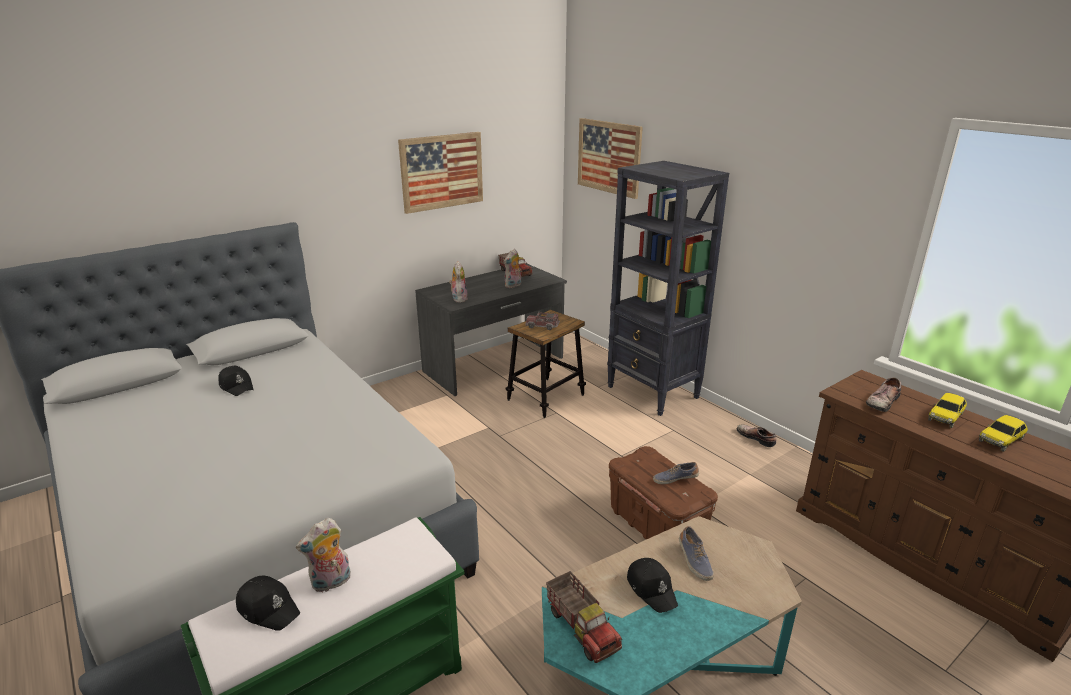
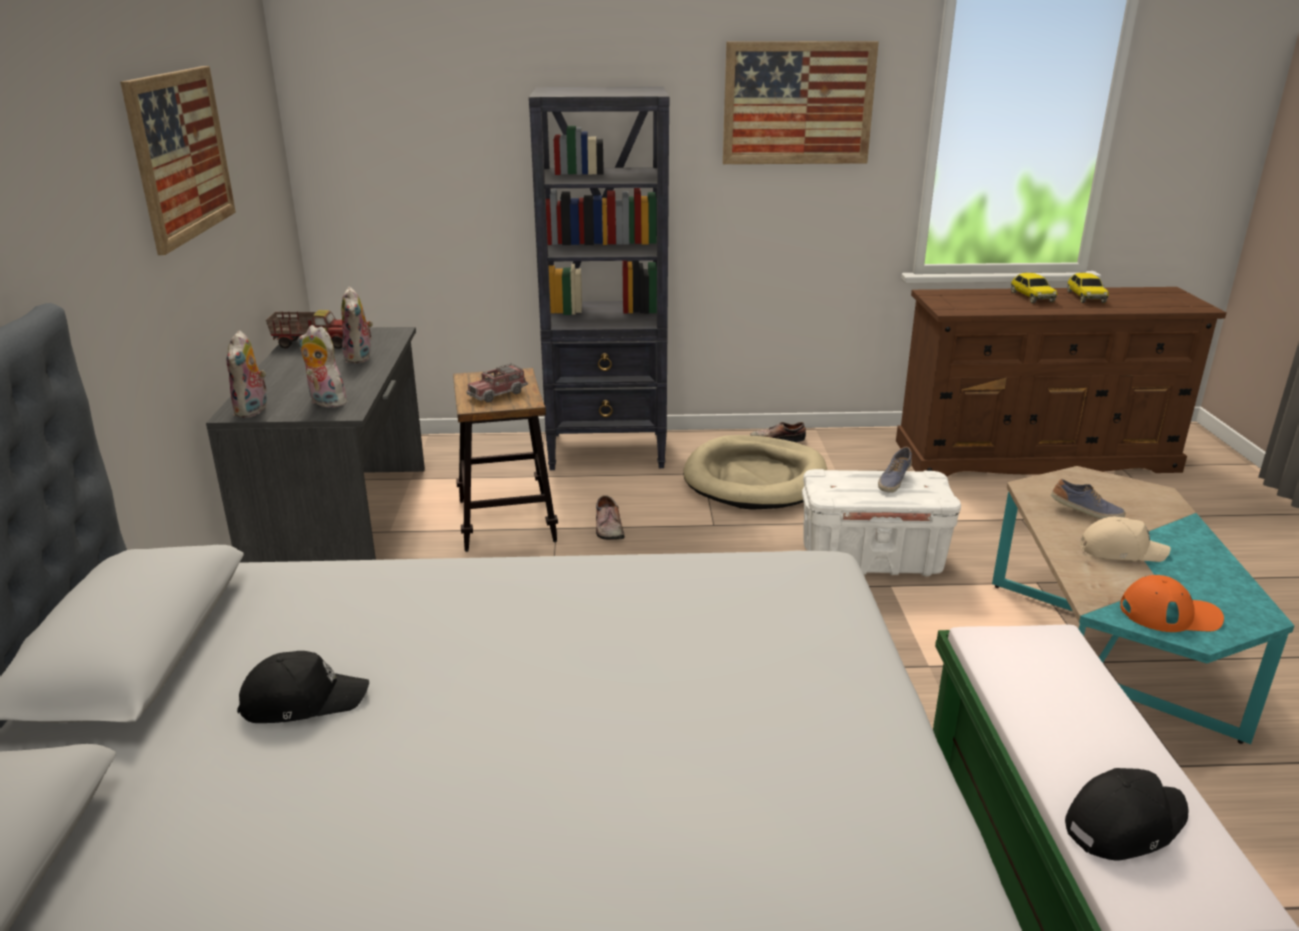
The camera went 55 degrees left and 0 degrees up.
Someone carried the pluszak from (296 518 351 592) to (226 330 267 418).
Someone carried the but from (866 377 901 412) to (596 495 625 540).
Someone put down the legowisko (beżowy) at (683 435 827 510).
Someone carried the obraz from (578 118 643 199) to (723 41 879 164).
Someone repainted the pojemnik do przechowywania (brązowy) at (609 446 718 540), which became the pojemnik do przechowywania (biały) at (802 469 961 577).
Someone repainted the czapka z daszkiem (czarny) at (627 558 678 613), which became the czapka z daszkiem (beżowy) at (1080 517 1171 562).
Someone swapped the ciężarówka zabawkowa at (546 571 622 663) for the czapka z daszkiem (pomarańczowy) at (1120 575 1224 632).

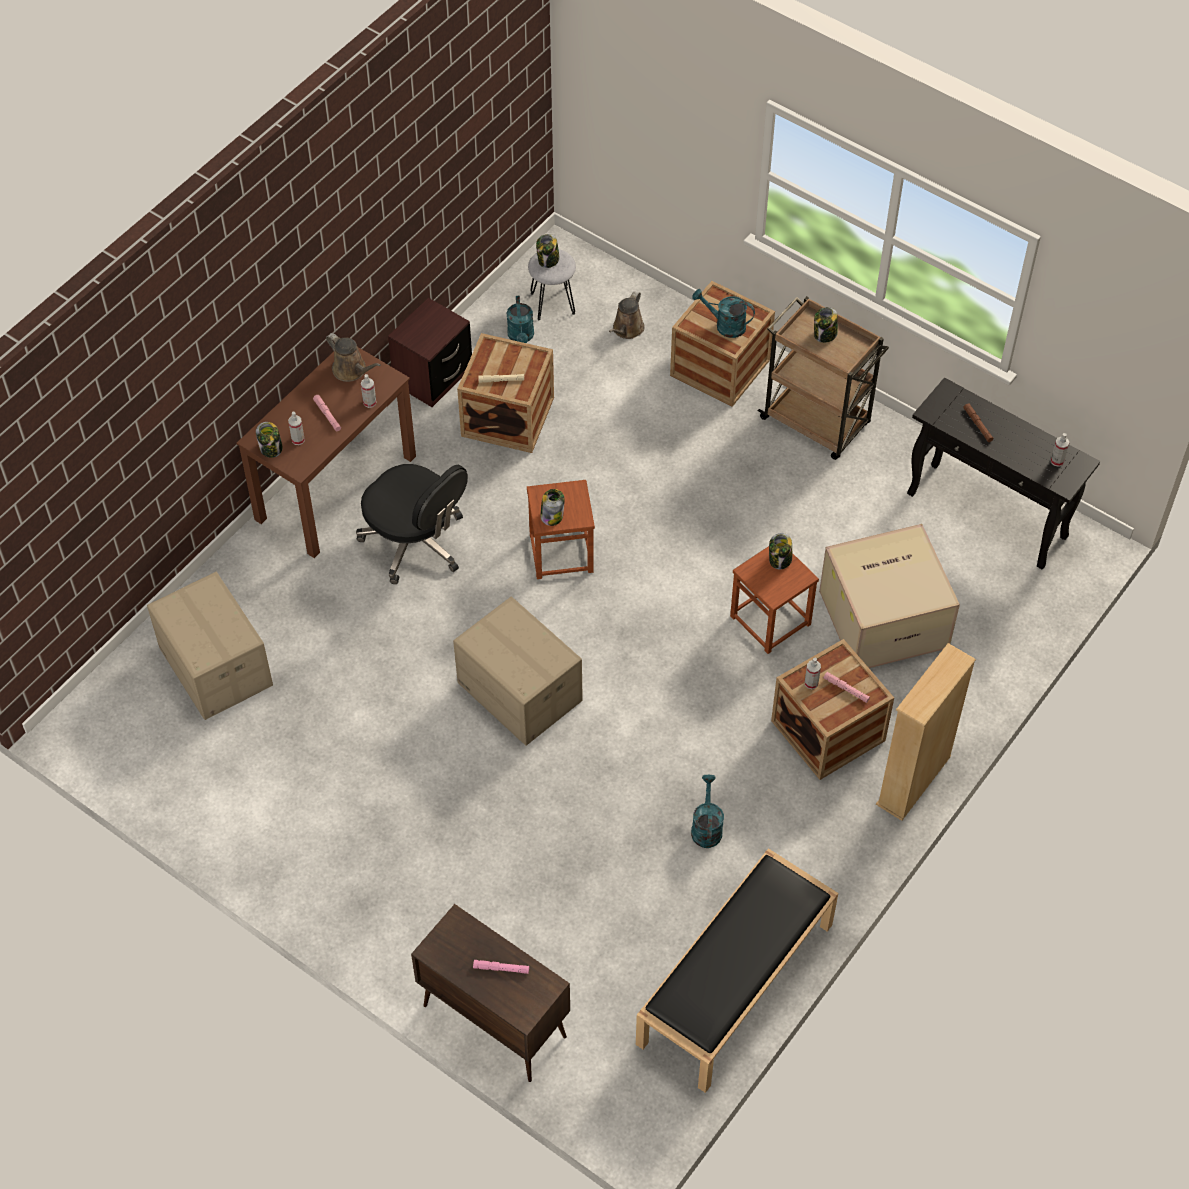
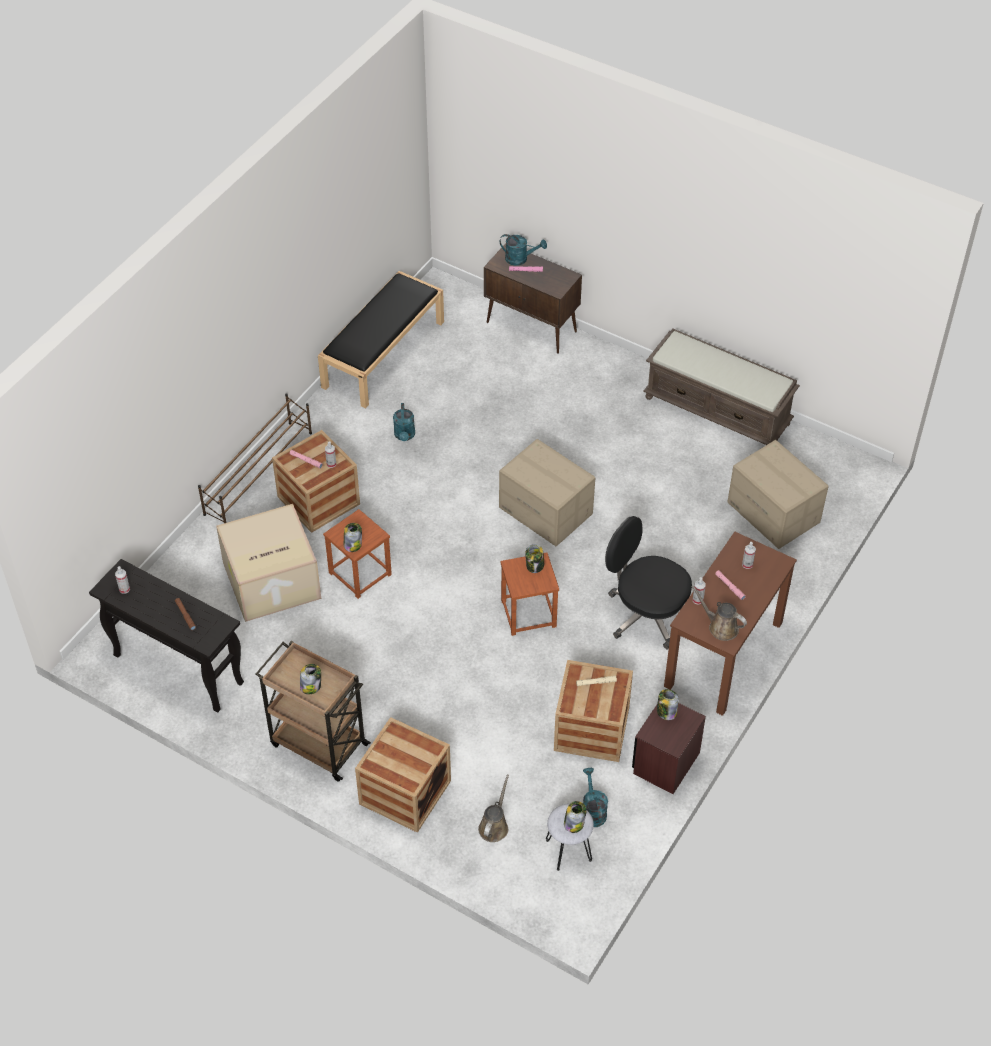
The camera went 175 degrees right and 5 degrees down.
Someone swapped the regał (beżowy) at (876 643 976 821) for the regał na buty (brązowy) at (198 394 312 523).
Someone carried the konewka (turkusowy) from (692 289 755 338) to (500 234 547 266).
Someone put down the ławka (brązowy) at (643 329 800 445).
Someone carried the słoik from (256 422 283 458) to (657 689 679 720).

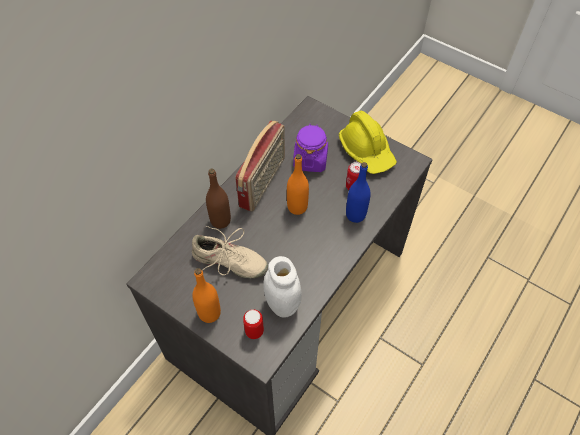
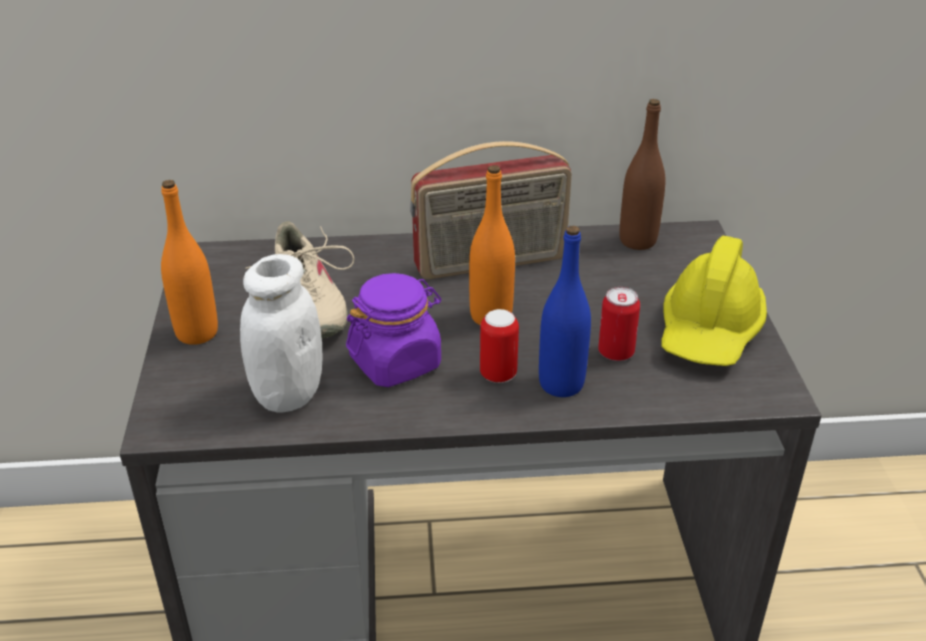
The camera went 50 degrees right and 20 degrees down.
Someone carried the słoik (fioletowy) from (293 124 328 172) to (346 273 441 387).
Someone carried the puszka from (243 309 264 339) to (480 309 519 383).
Someone carried the butelka (brązowy) from (206 168 231 229) to (620 99 666 250).

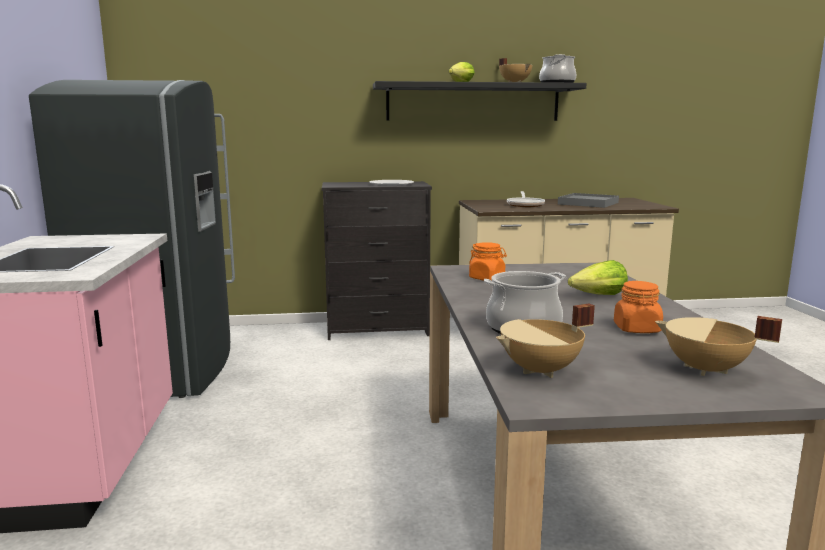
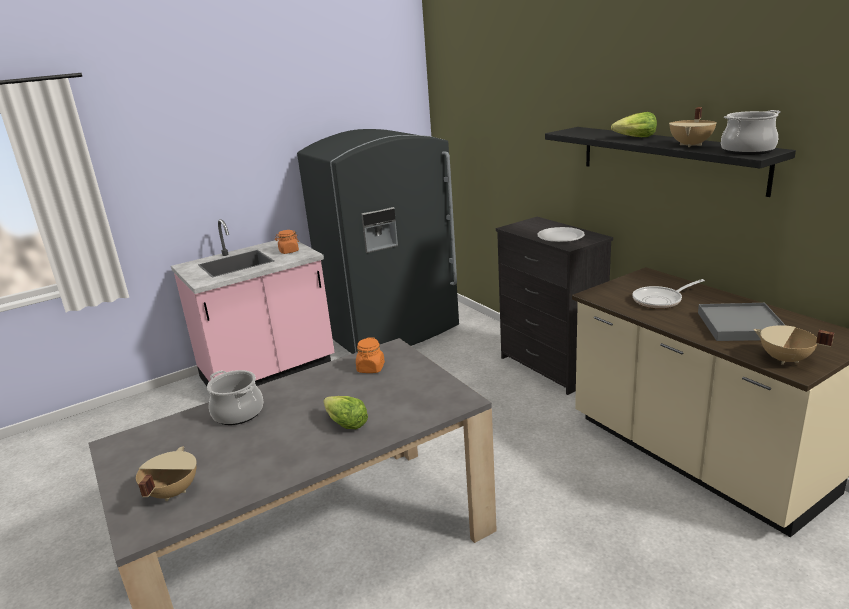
The camera went 65 degrees right and 10 degrees up.
Someone carried the słoik (pomarańczowy) from (614 281 663 333) to (275 230 299 254).
Someone carried the garnek (beżowy) from (496 304 595 378) to (754 325 834 365).

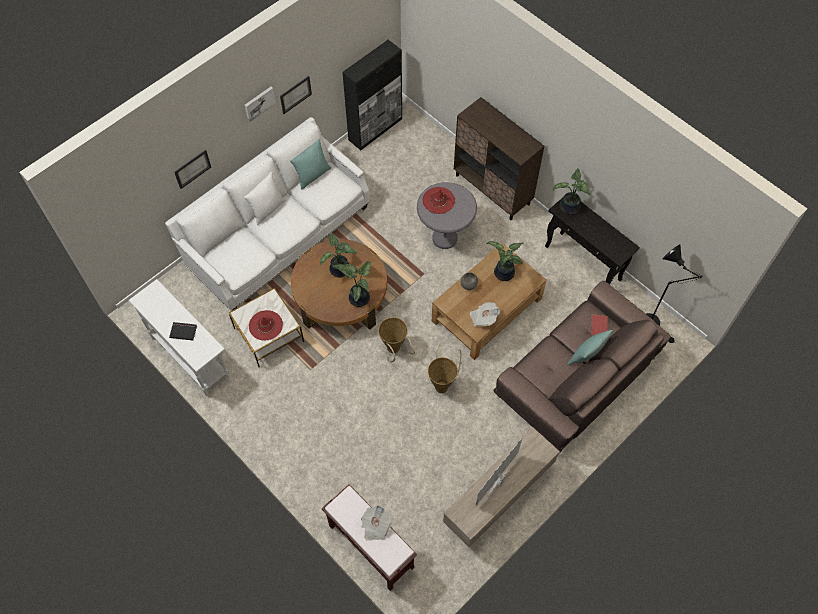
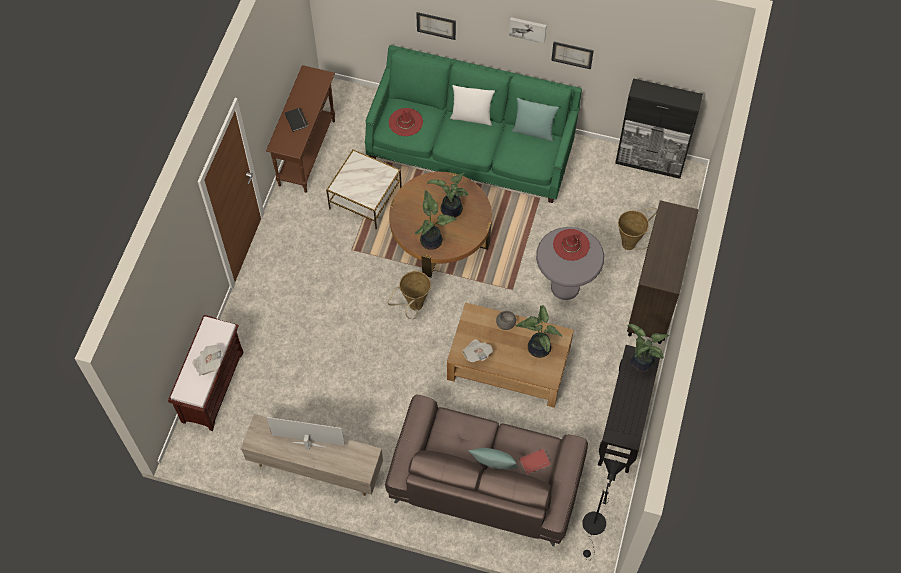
The camera went 60 degrees right and 0 degrees up.
Someone repainted the stolik konsolowy (biały) at (129 279 230 396), which became the stolik konsolowy (brązowy) at (266 65 335 193).
Someone repainted the kanapa (biały) at (165 117 370 310), which became the kanapa (zielony) at (365 45 582 203).
Someone carried the kapelusz (czerwony) from (249 310 283 340) to (389 108 423 136).
Someone carried the koszyk from (428 344 461 393) to (618 208 657 250).

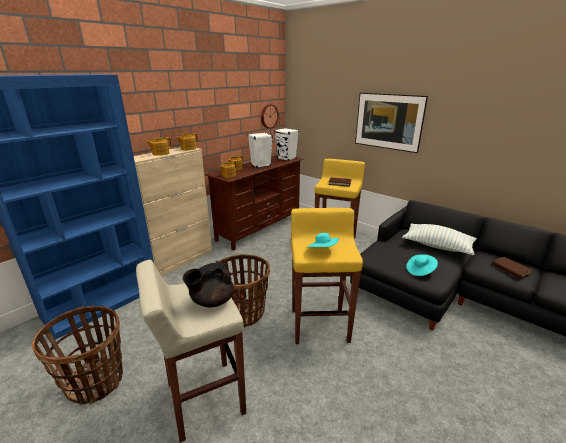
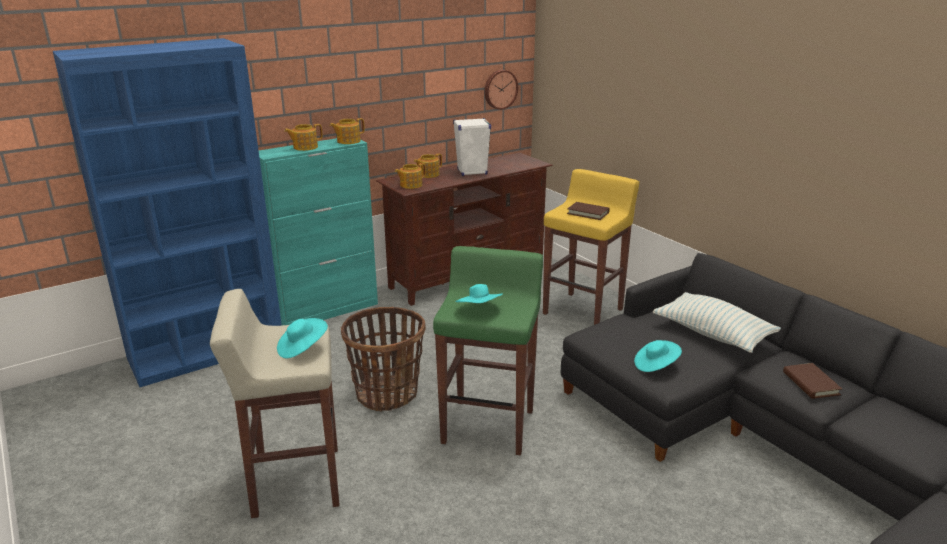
The camera went 15 degrees right and 0 degrees up.
Someone repainted the szafka (beżowy) at (134 147 212 276), which became the szafka (turkusowy) at (259 138 378 325).
Someone swapped the imbryk (czarny) at (183 261 234 307) for the kapelusz (turkusowy) at (277 318 328 358).
Someone repainted the stołek (żółty) at (291 208 363 344), which became the stołek (zielony) at (433 246 543 455).
Someone took away the koszyk at (32 306 123 405).
Someone took away the głośnik (biały) at (274 128 299 161).
Someone took away the obraz at (355 93 428 153).

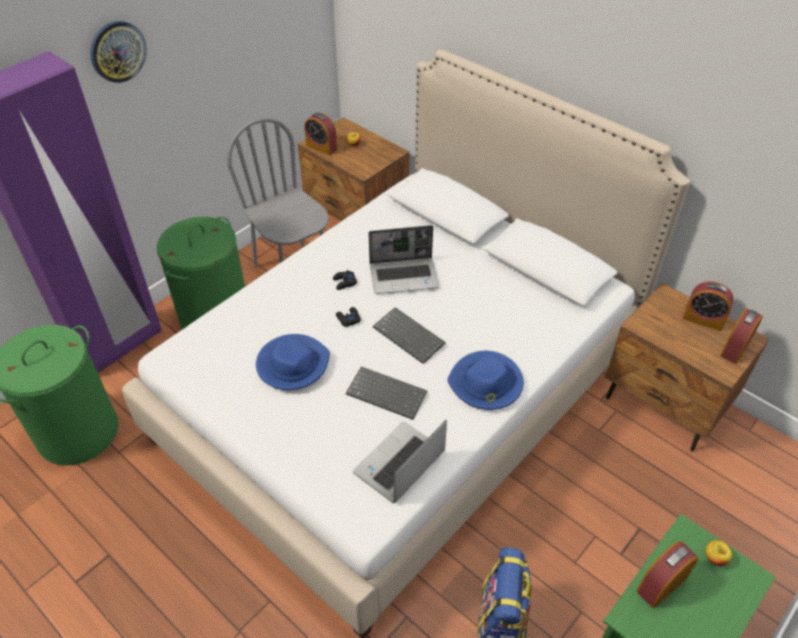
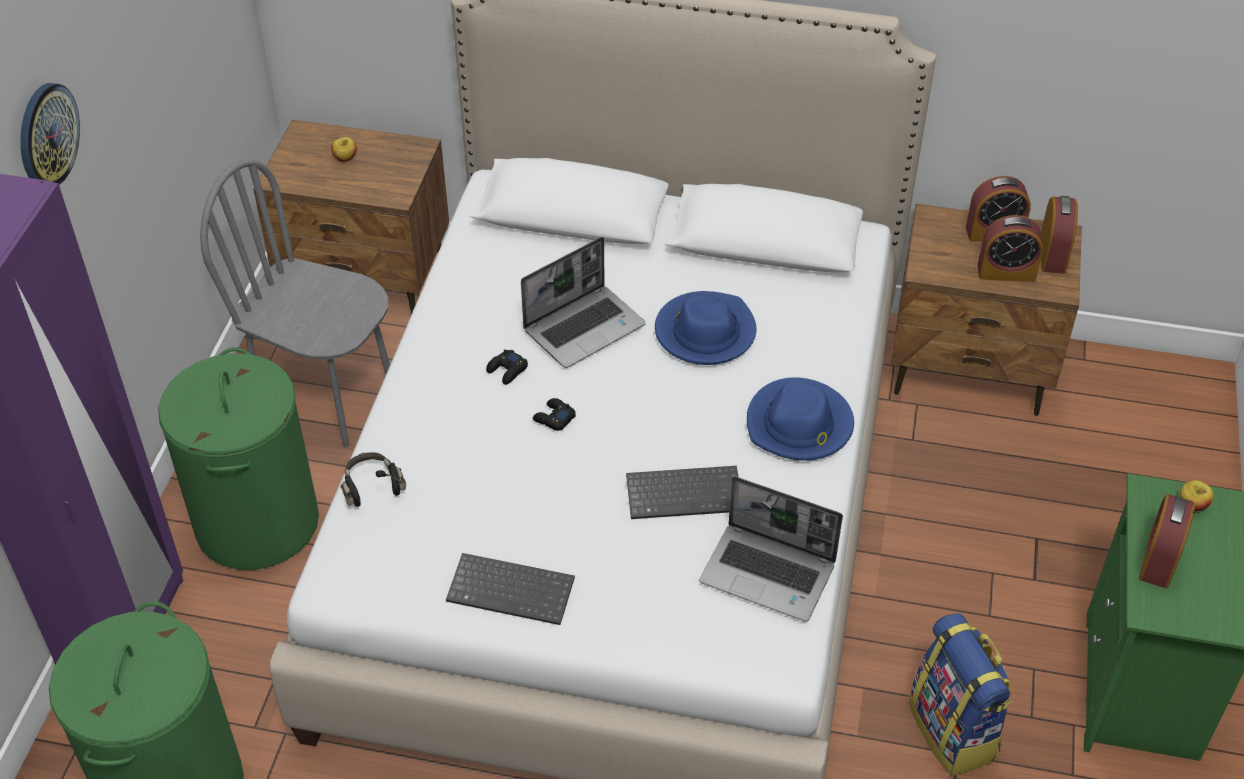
The camera went 30 degrees left and 0 degrees up.
Someone put down the słuchawki (czarny) at (341 452 406 507).
Someone carried the klawiatura from (373 307 446 364) to (446 553 575 625).
Someone carried the kapelusz (niebieski) from (256 334 330 390) to (655 291 756 365).
Someone rotated the laptop at (353 420 447 503) by 75 degrees counterclockwise.
Someone carried the budzik from (305 113 337 155) to (978 215 1043 282).

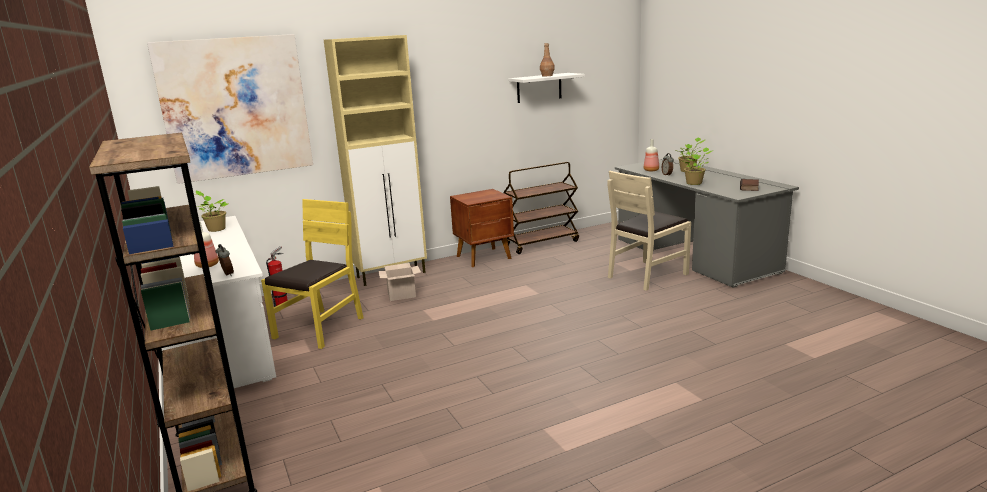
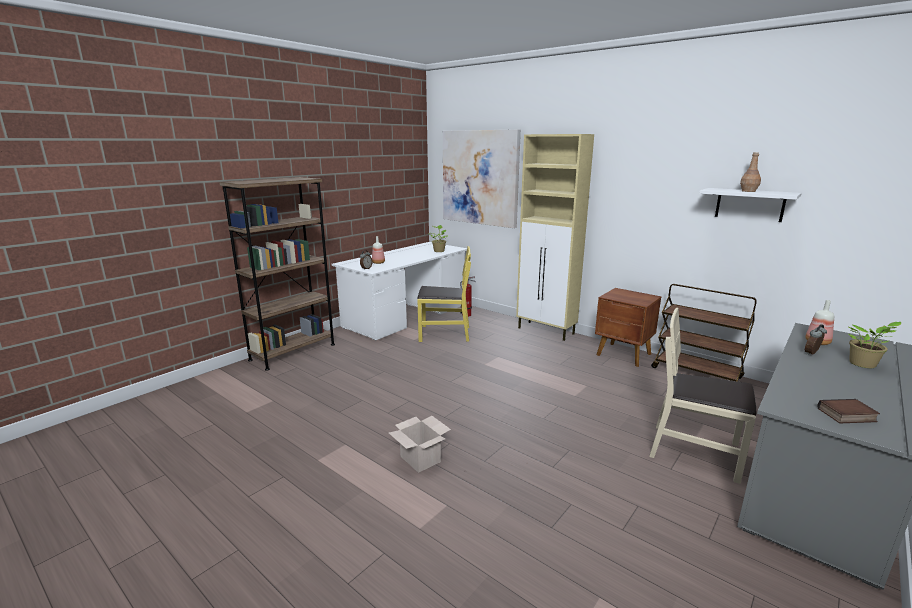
The camera went 65 degrees right and 0 degrees up.
Someone carried the karton from (378 263 421 301) to (389 416 451 473).
Someone took away the roślina doniczkowa at (681 147 714 185).

